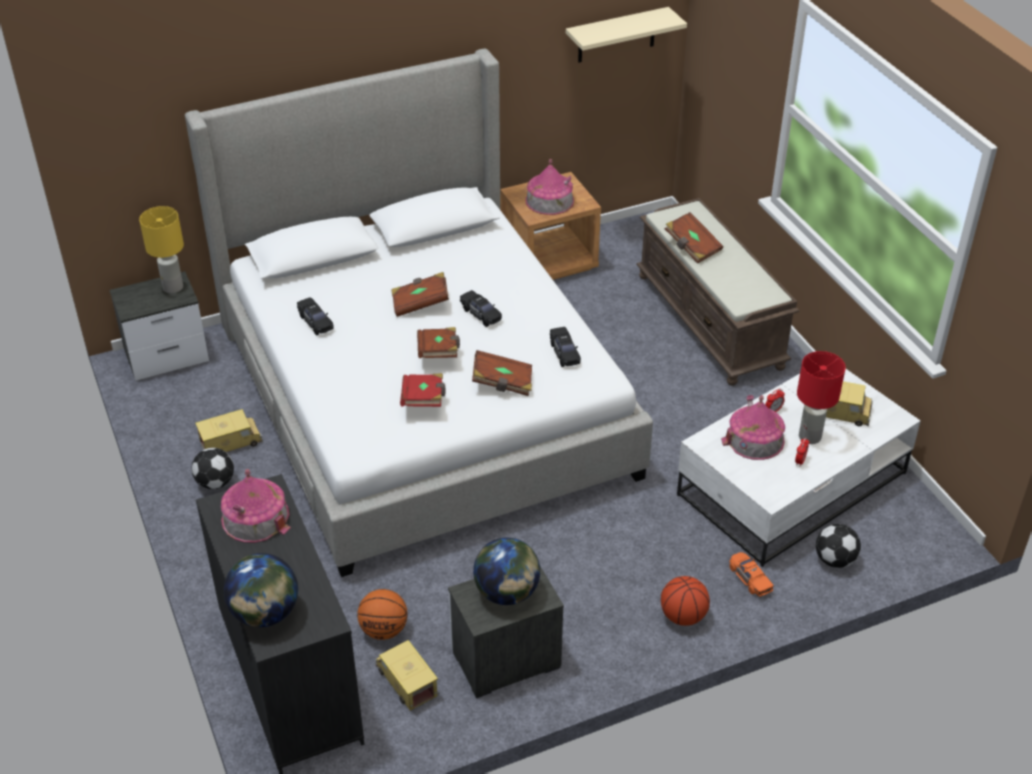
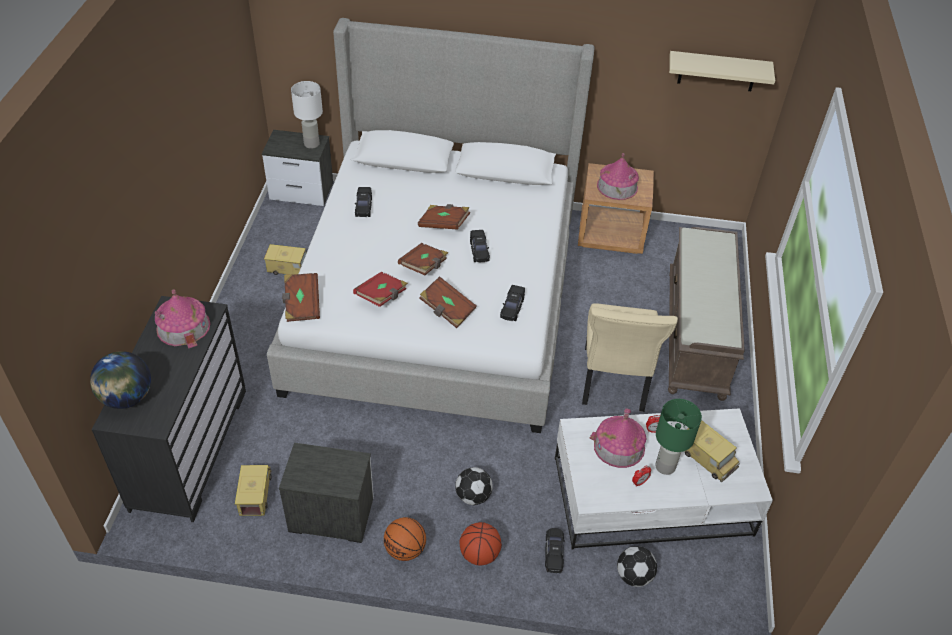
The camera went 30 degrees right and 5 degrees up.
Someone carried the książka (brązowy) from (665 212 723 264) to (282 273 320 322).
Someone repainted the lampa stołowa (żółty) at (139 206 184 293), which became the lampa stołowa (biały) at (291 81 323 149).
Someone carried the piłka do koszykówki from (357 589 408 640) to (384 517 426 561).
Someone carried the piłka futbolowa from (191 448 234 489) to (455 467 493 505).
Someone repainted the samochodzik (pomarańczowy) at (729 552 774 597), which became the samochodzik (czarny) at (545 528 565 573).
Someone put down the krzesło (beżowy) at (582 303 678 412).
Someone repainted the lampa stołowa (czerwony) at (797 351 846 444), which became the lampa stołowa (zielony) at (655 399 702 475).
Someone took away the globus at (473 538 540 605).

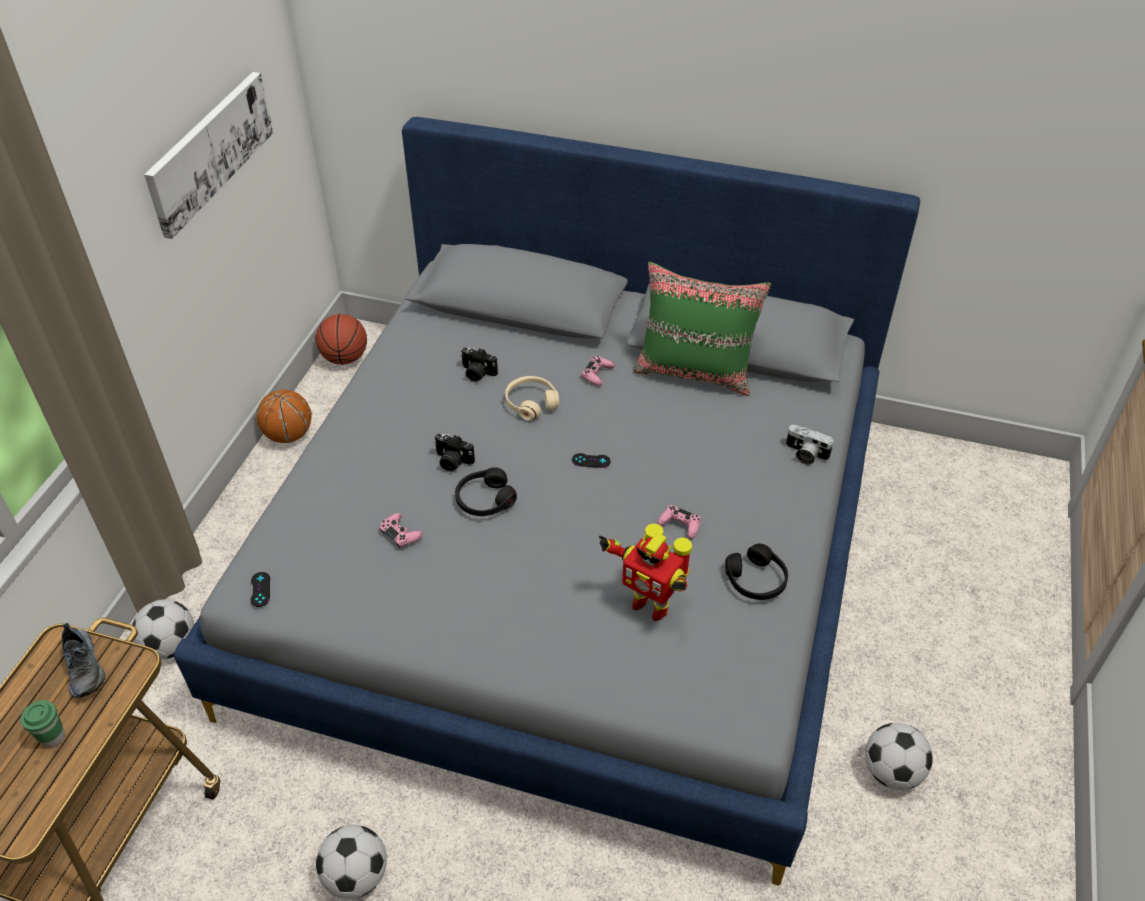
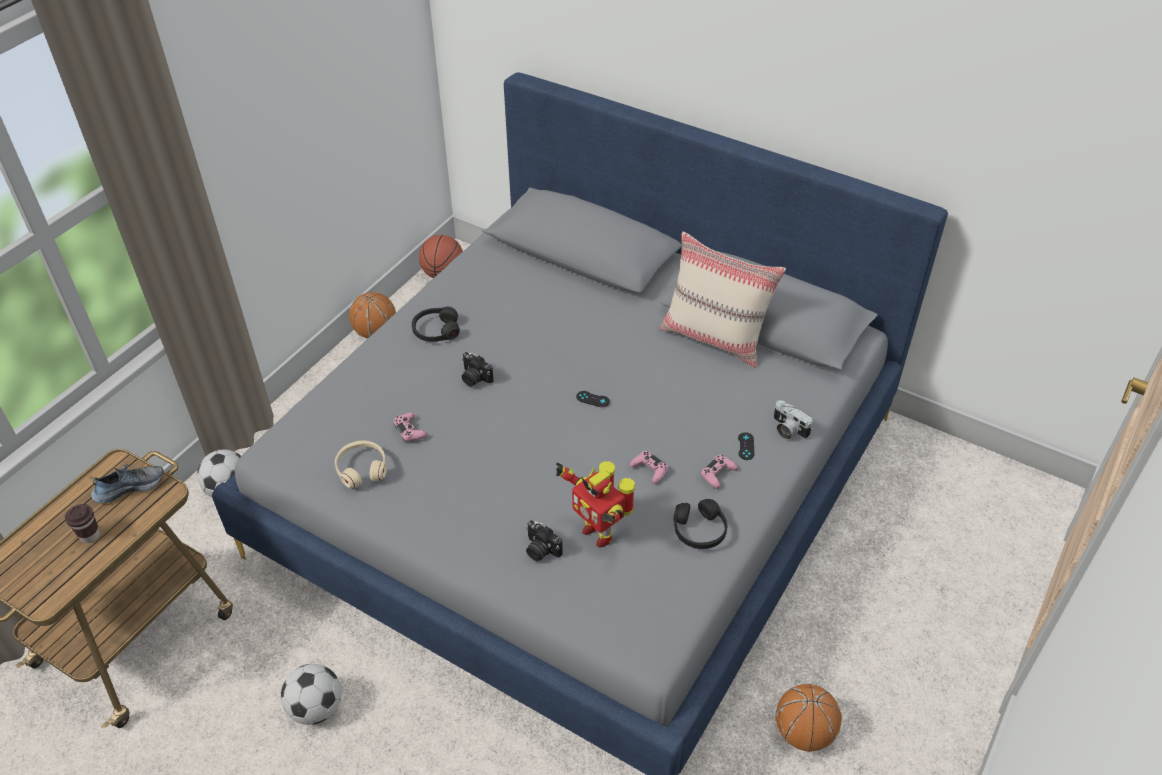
The camera went 15 degrees right and 0 degrees up.
Someone repainted the filiżanka (zielony) at (21 700 65 748), which became the filiżanka (brązowy) at (65 504 100 543).
Someone rotated the but at (62 623 105 698) by 105 degrees counterclockwise.
Someone carried the słuchawki (beżowy) from (505 376 559 420) to (335 440 387 488).
Someone carried the słuchawki (czarny) from (455 467 517 516) to (412 307 460 342).
Someone carried the aparat fotograficzny from (460 347 498 382) to (526 520 563 562).
Someone repainted the poduszka (zielony) at (634 262 771 396), which became the poduszka (beżowy) at (660 232 786 368).
Someone carried the pad do gier (różowy) from (581 356 615 386) to (701 455 738 489).
Someone carried the pad do gier (czarny) from (250 572 270 607) to (738 432 754 460).
Someone swapped the piłka futbolowa at (865 723 933 790) for the piłka do koszykówki at (775 684 842 752).
Someone took away the obraz at (144 72 273 239).

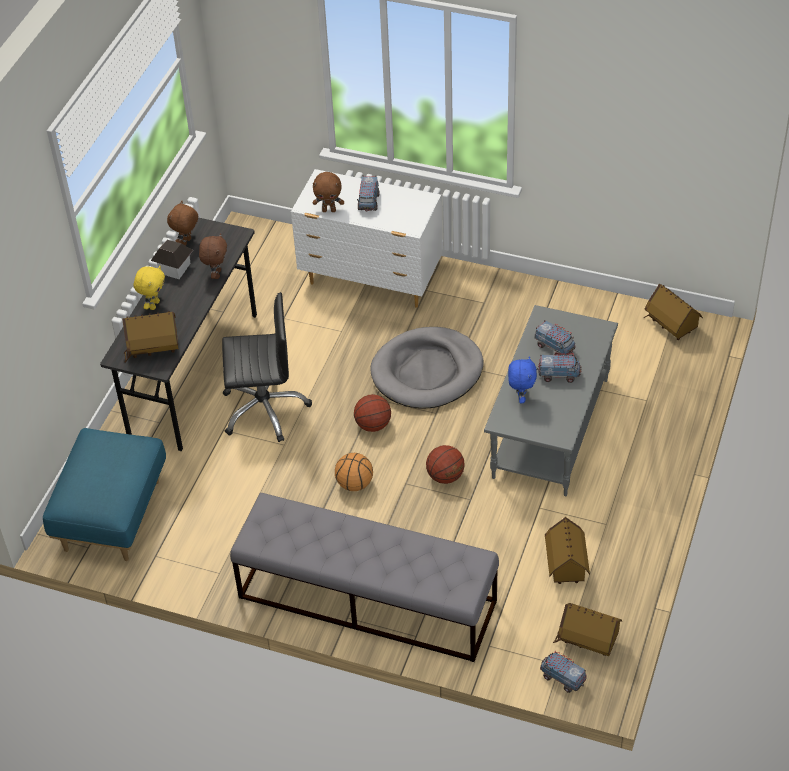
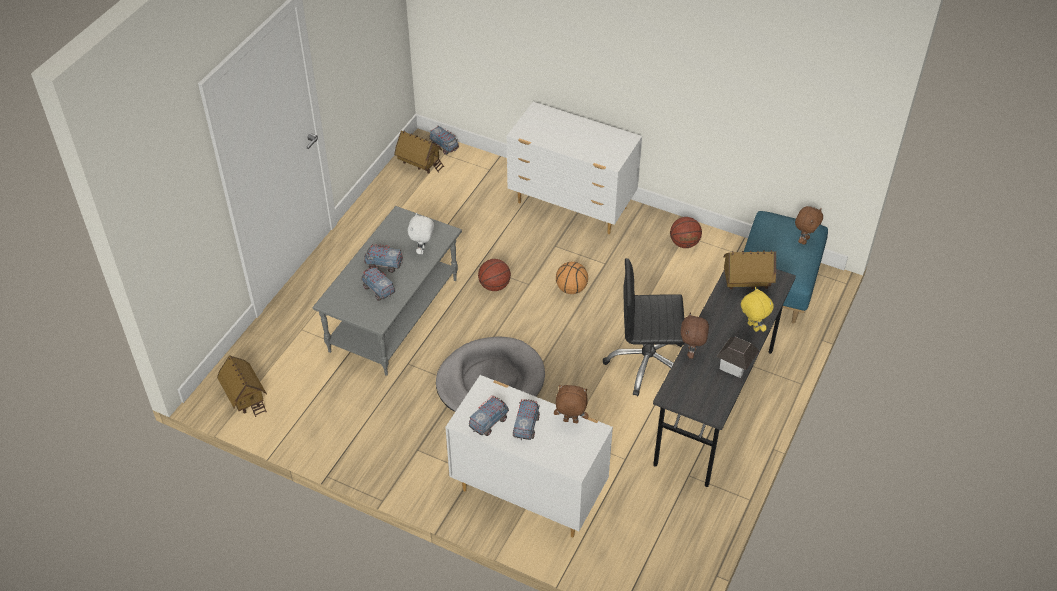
The camera went 175 degrees left and 0 degrees up.
Someone repainted the pluszak (niebieski) at (508 356 537 403), which became the pluszak (biały) at (408 213 434 254).
Someone put down the ciężarówka zabawkowa at (469 395 509 436).
Someone swapped the ławka (szary) at (230 493 499 662) for the komoda (biały) at (507 102 642 234).
Someone carried the piłka do koszykówki from (354 394 391 432) to (670 217 702 248).
Someone rotated the pluszak (żółty) at (134 266 165 310) by 120 degrees clockwise.
Someone carried the pluszak (brązowy) from (167 201 198 246) to (795 206 823 245).
Someone took away the domek at (545 517 590 584).

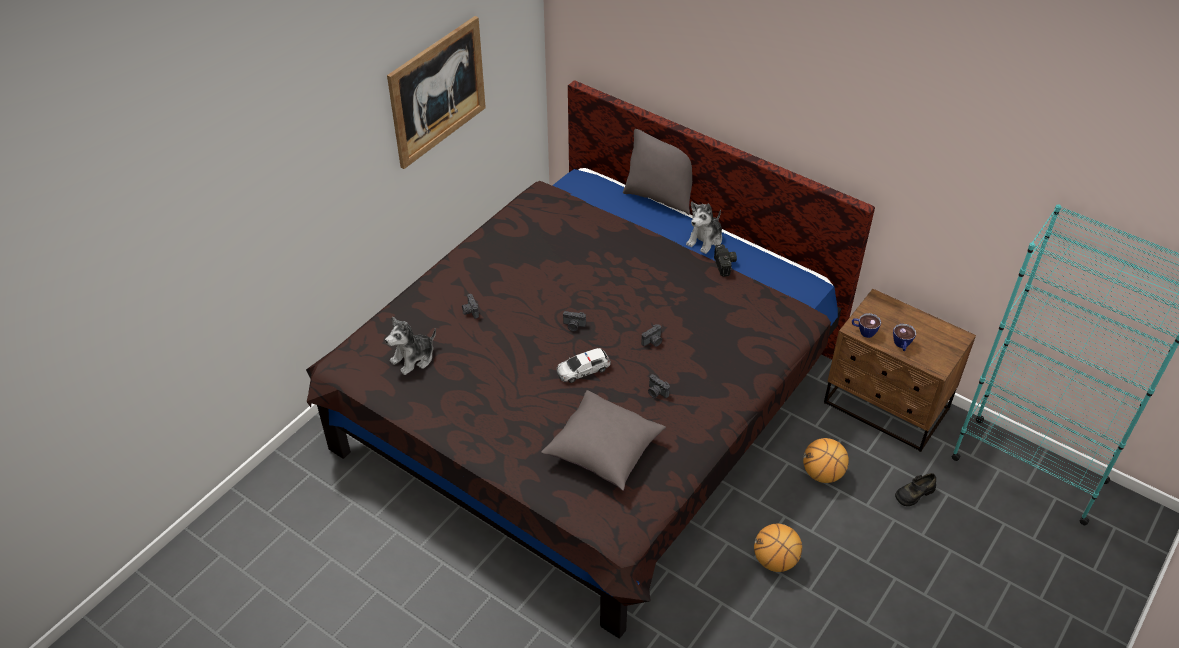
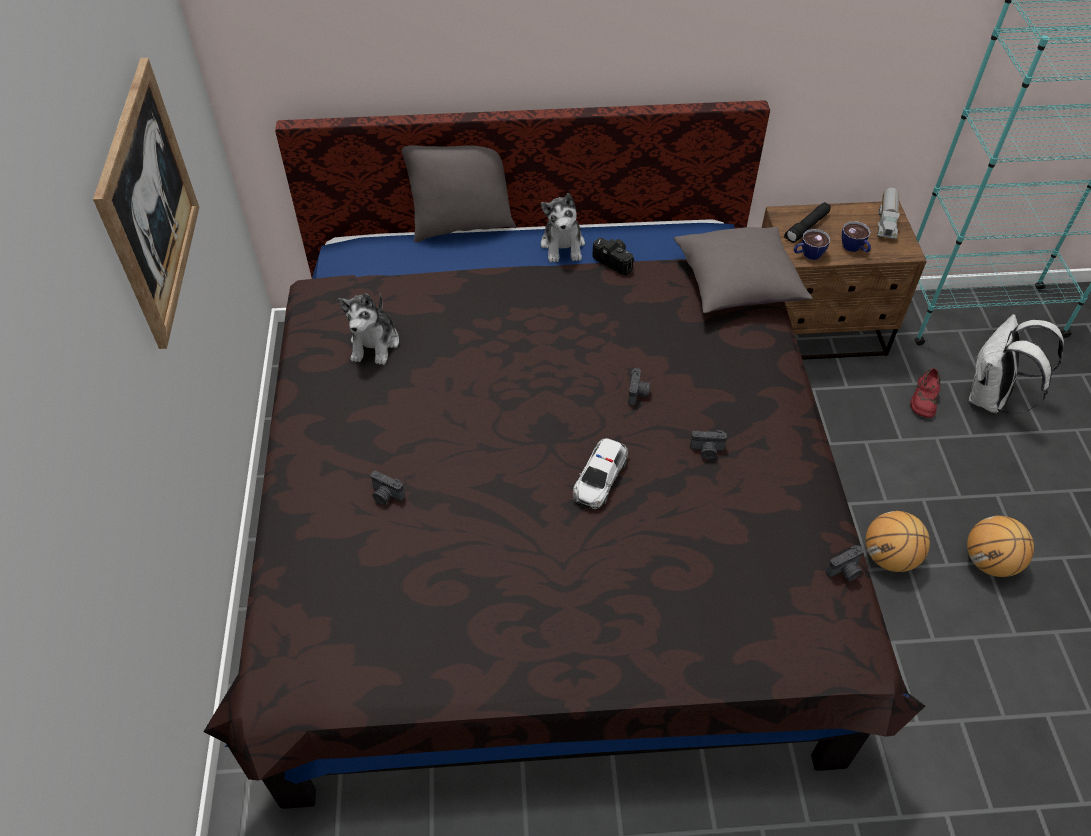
The camera went 40 degrees left and 5 degrees up.
Someone carried the pluszak from (385 317 436 375) to (338 293 399 365).
Someone carried the poduszka (szary) from (541 390 666 491) to (674 227 813 313).
Someone put down the latarka (czarny) at (784 202 831 243).
Someone carried the aparat fotograficzny from (563 311 586 331) to (826 545 864 582).
Someone put down the ciężarówka zabawkowa at (877 188 901 239).
Someone repainted the but (czarny) at (895 473 936 506), which became the but (czerwony) at (910 368 940 418).
Someone carried the piłka do koszykówki from (803 438 849 483) to (967 515 1034 577).
Someone put down the plecak (biały) at (969 314 1064 413).

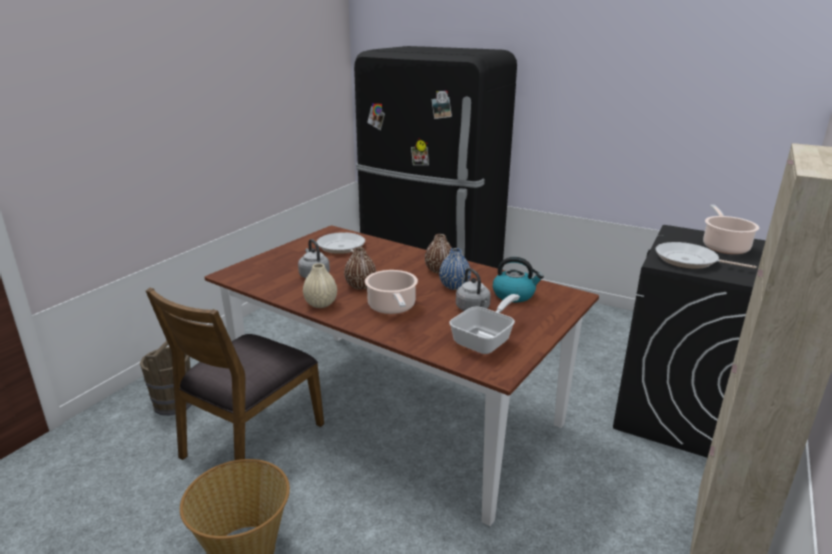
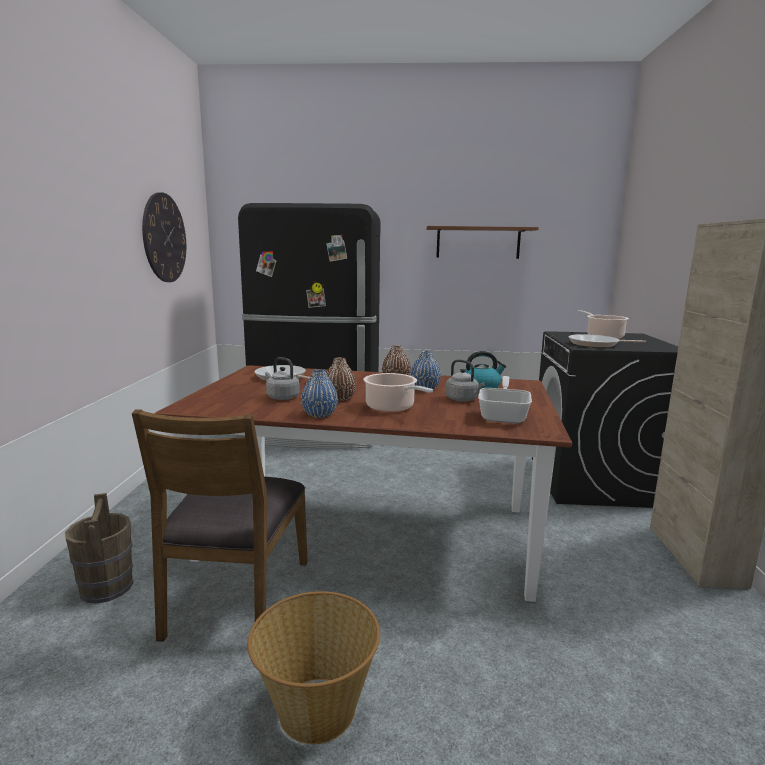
The camera went 25 degrees left and 10 degrees down.
Someone put up the zegar ścienny at (142 192 186 282).
Someone repainted the wazon (beżowy) at (303 263 337 308), which became the wazon (niebieski) at (301 369 338 418).
Someone put up the półka (brązowy) at (426 226 539 259).

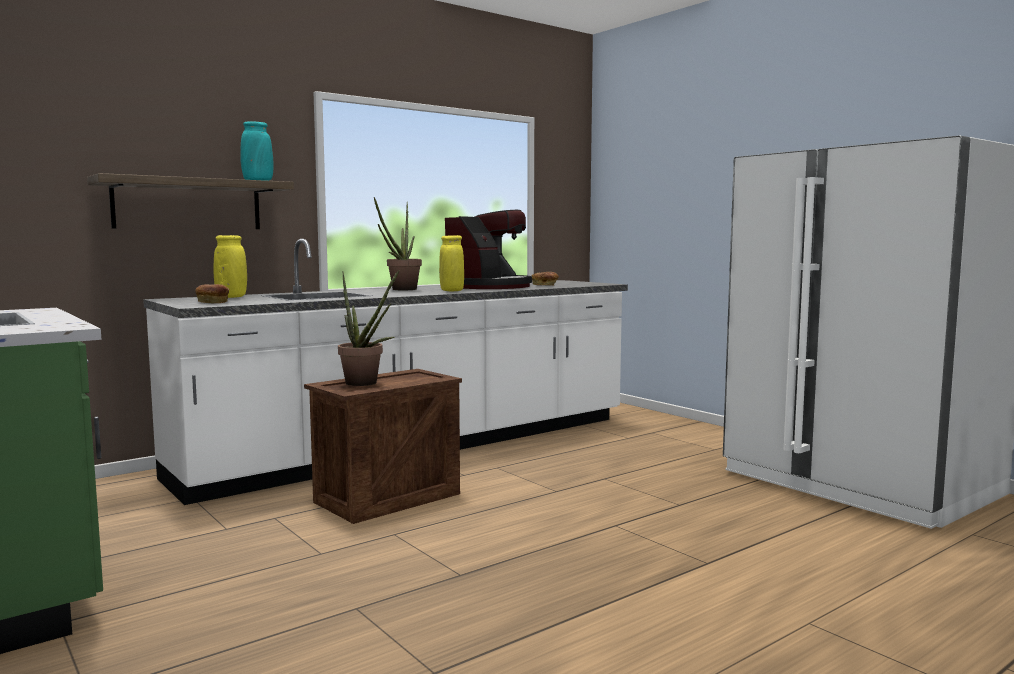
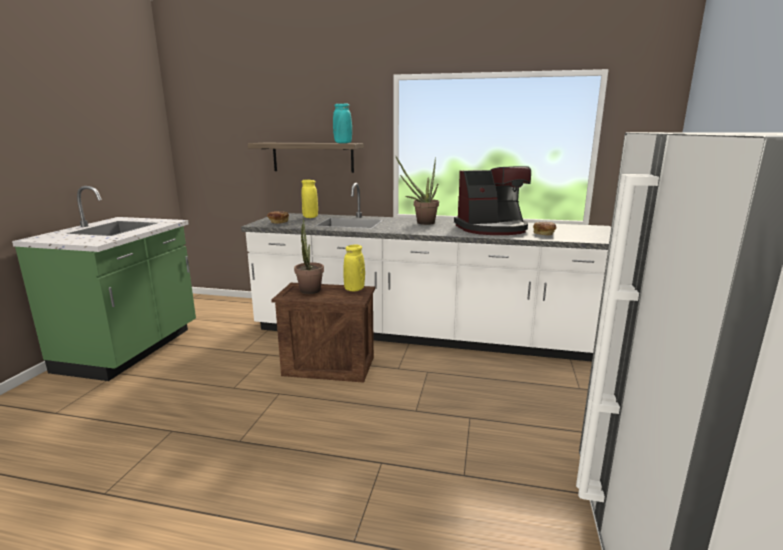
The camera went 50 degrees right and 10 degrees up.
Someone carried the wazon (żółty) from (439 235 464 291) to (343 245 365 291).

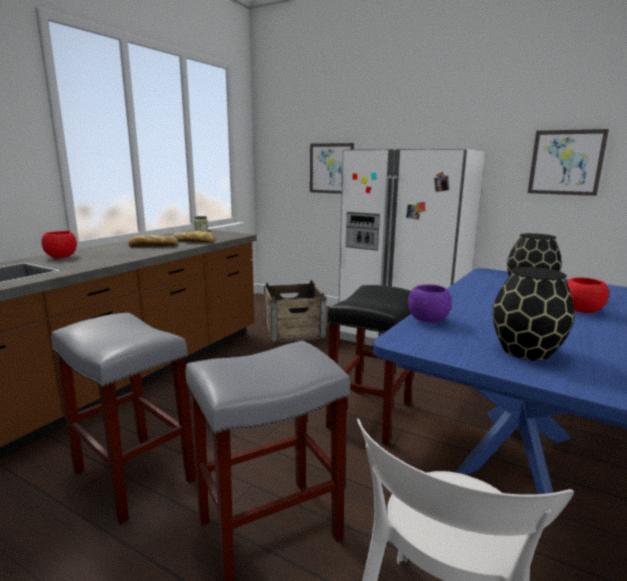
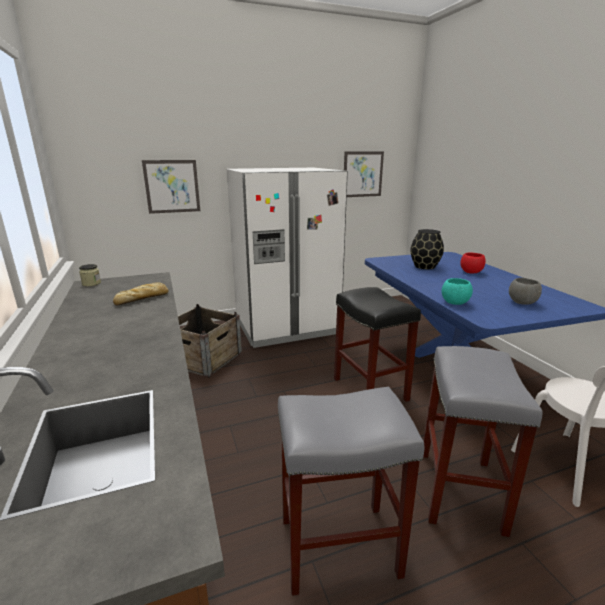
The camera went 50 degrees left and 5 degrees up.
Someone repainted the miska (fioletowy) at (408 284 452 323), which became the miska (turkusowy) at (442 278 473 305).
Someone swapped the wazon (czarny) at (492 267 574 361) for the miska (szary) at (509 278 542 305).
Someone took away the miska (czerwony) at (41 231 77 258).
Someone took away the chleb at (128 235 178 247).

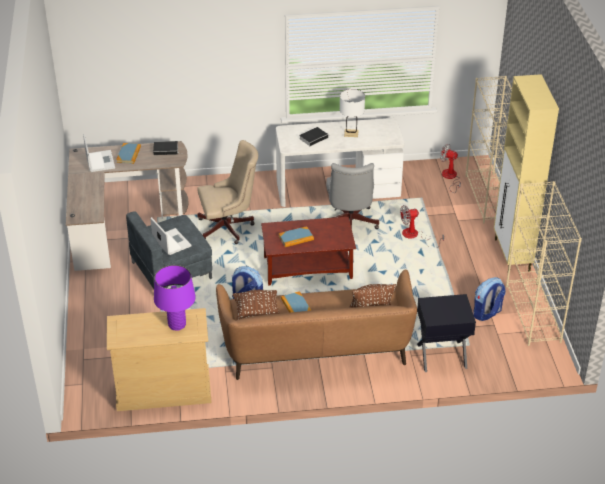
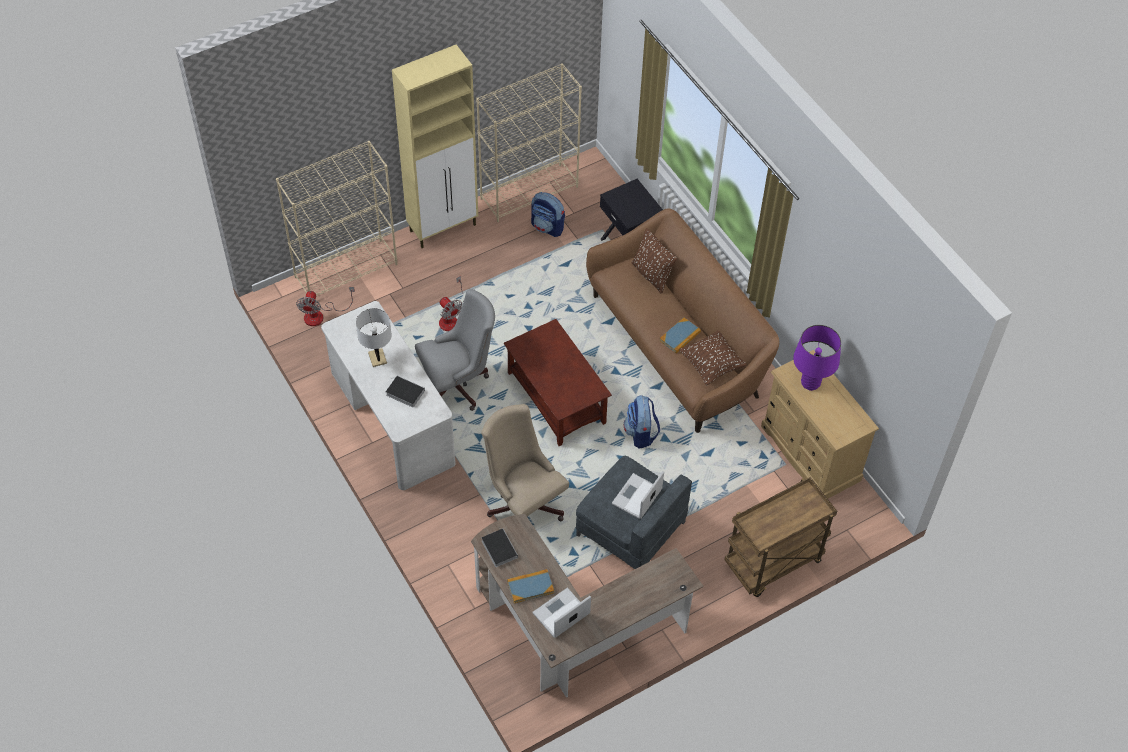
The camera went 115 degrees left and 15 degrees up.
Someone put down the wózek (brązowy) at (724 477 837 597).
Someone took away the książka at (279 226 314 247).

